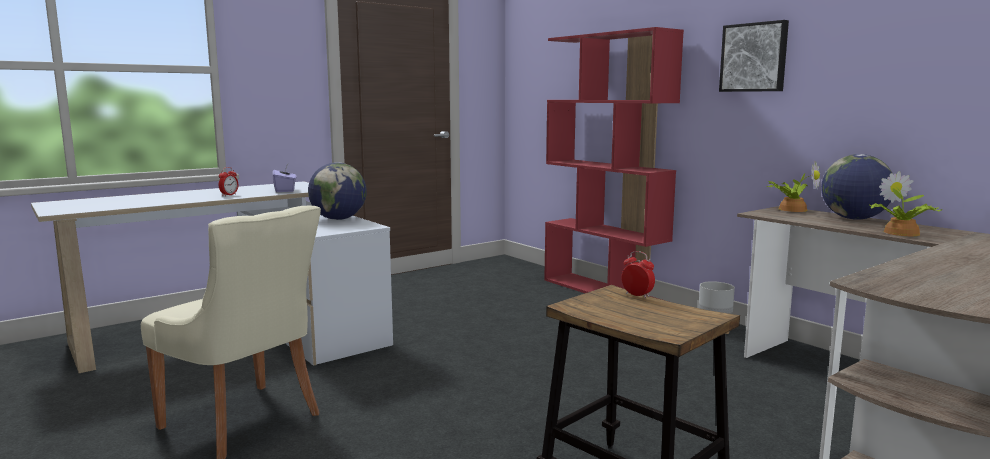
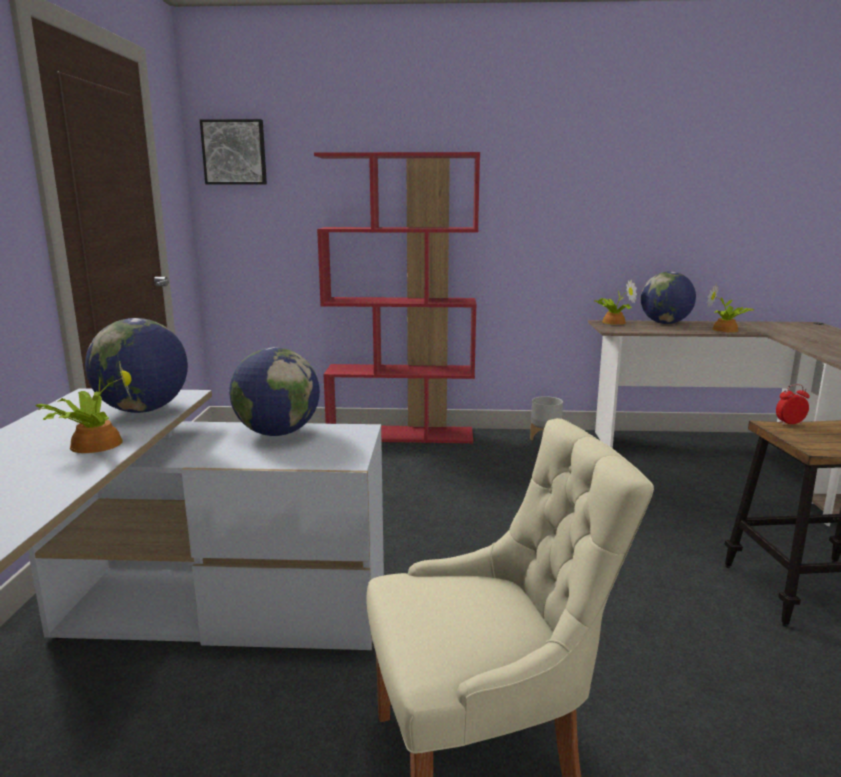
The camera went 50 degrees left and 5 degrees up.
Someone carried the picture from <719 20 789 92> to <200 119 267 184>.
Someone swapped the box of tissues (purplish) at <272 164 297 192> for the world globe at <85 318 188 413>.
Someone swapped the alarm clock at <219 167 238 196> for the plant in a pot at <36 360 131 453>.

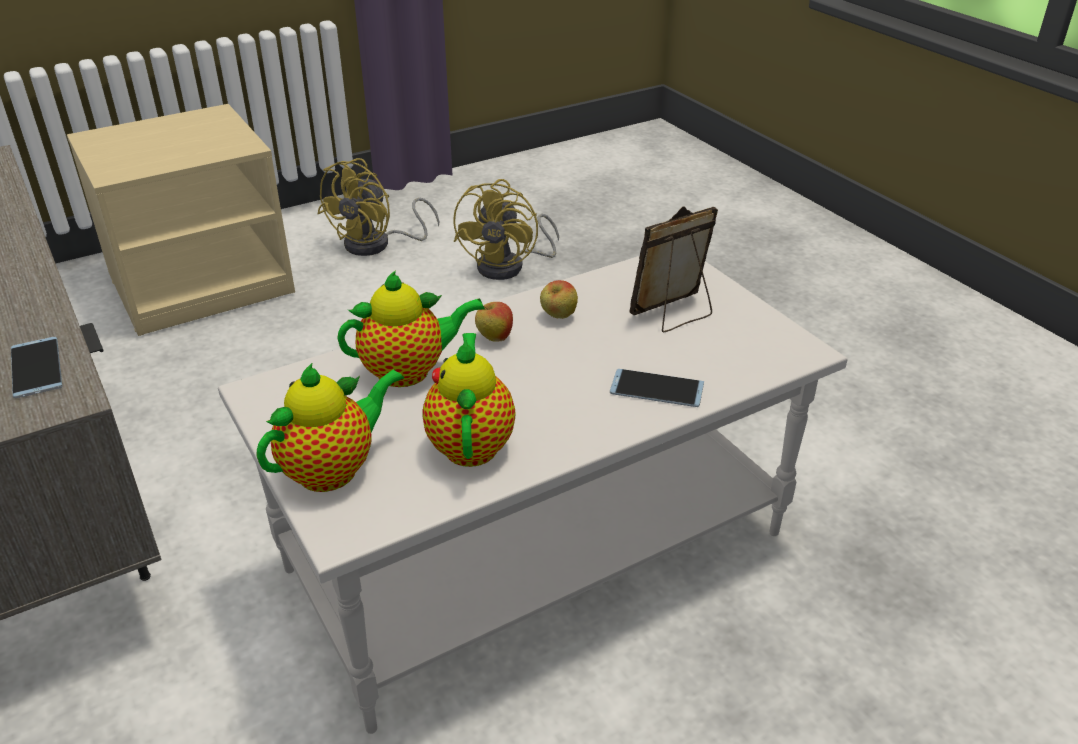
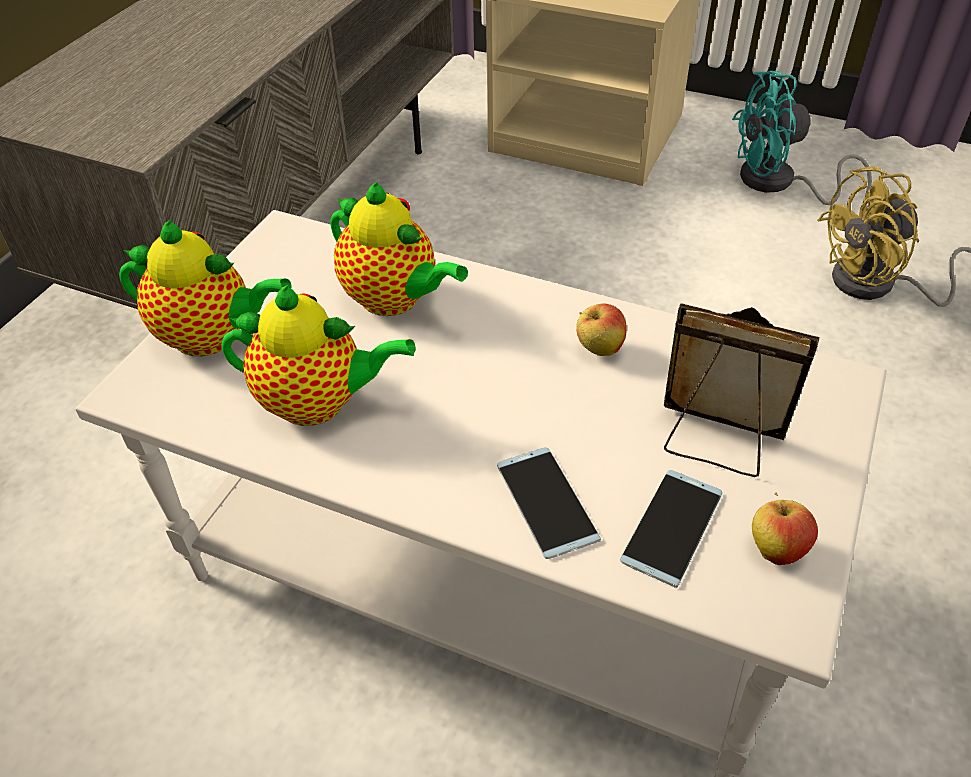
The camera went 55 degrees right and 10 degrees up.
Someone repainted the electric fan (yellow) at <317 158 440 256>, which became the electric fan (blue-green) at <732 71 872 205>.
Someone carried the apple fruit from <475 302 513 341> to <752 492 818 565>.
Someone rotated the teapot at <422 333 516 467> by 45 degrees clockwise.
Someone carried the handset from <11 337 62 398> to <620 470 722 588>.

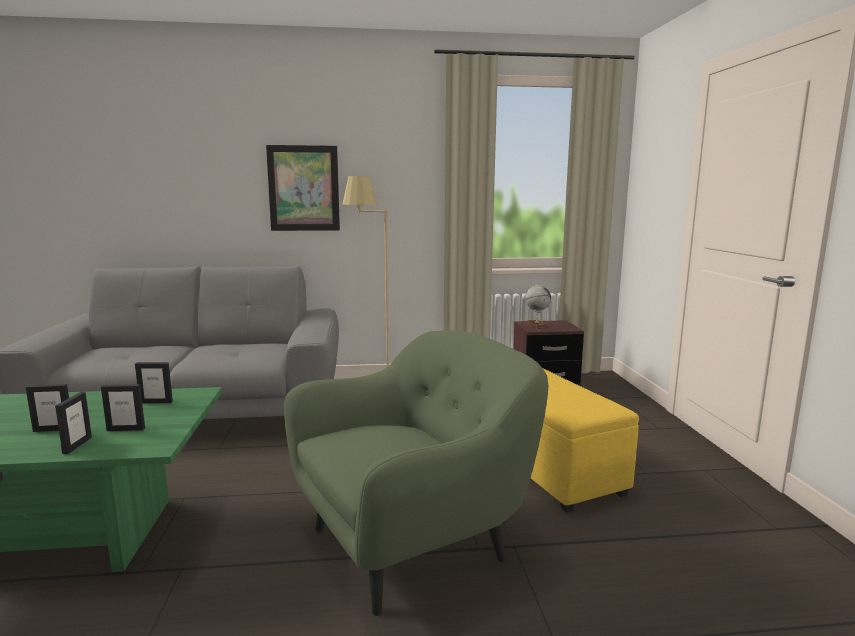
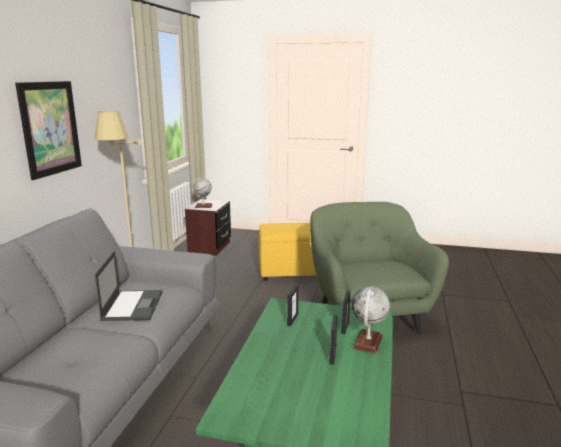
The camera went 70 degrees left and 5 degrees up.
Someone swapped the picture frame at <55 392 92 454> for the world globe at <352 286 390 353>.
Someone put down the laptop at <95 251 162 321>.

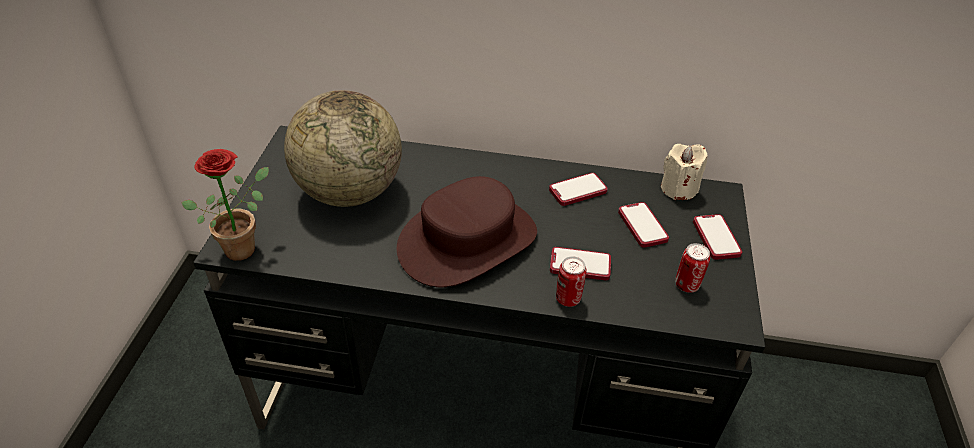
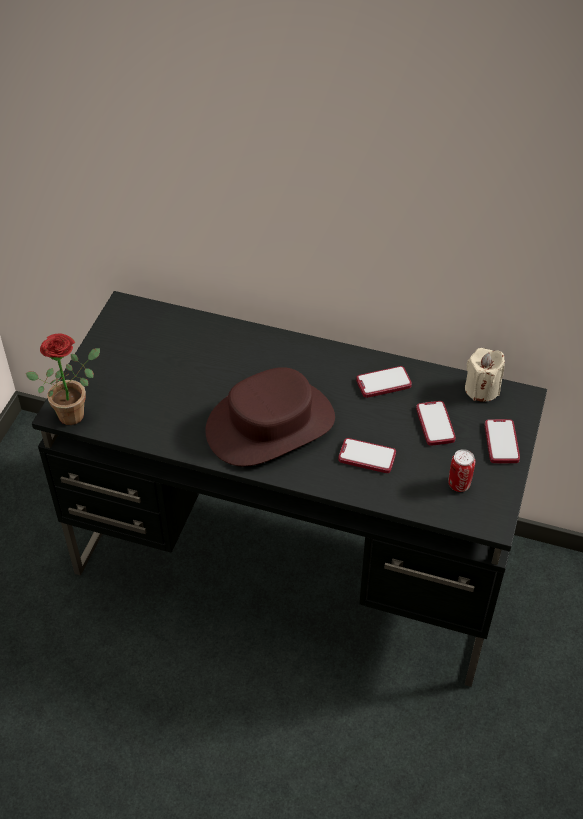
The camera went 10 degrees right and 5 degrees up.
Someone took away the world globe at <284 90 402 207>.
Someone took away the sealed can at <556 256 587 307>.

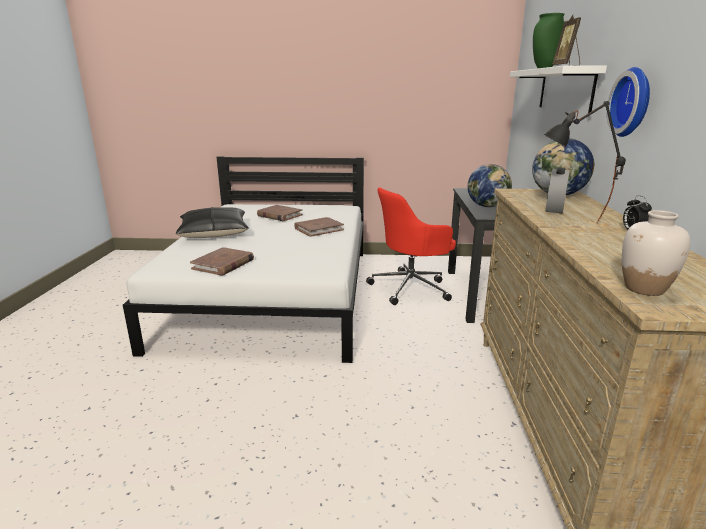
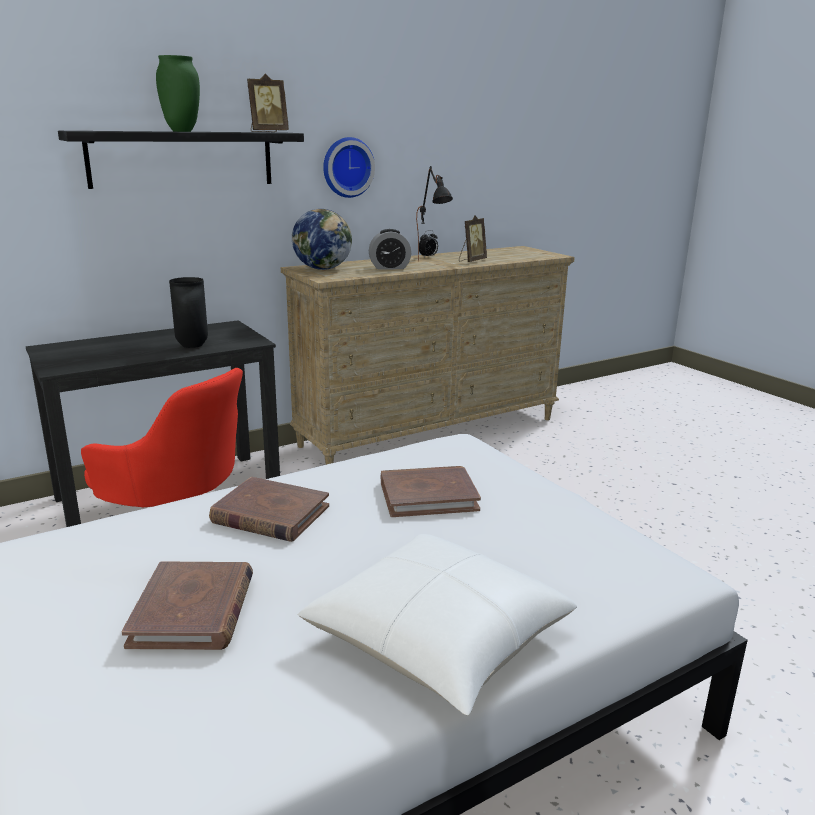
The camera went 125 degrees left and 0 degrees up.
Someone repainted the shelf (whitish) at <510 66 607 113>, which became the shelf (blackish) at <58 131 304 189>.
Someone swapped the world globe at <467 164 512 207> for the vase (blackish) at <169 277 208 348>.
Someone repainted the throw pillow (blackish) at <176 207 249 238>, which became the throw pillow (whitish) at <298 534 577 715>.
Someone took away the vase (whitish) at <622 210 690 296>.
Someone carried the book (brownish) from <190 247 254 275> to <381 466 481 517>.
Someone put down the picture frame at <459 215 487 262>.

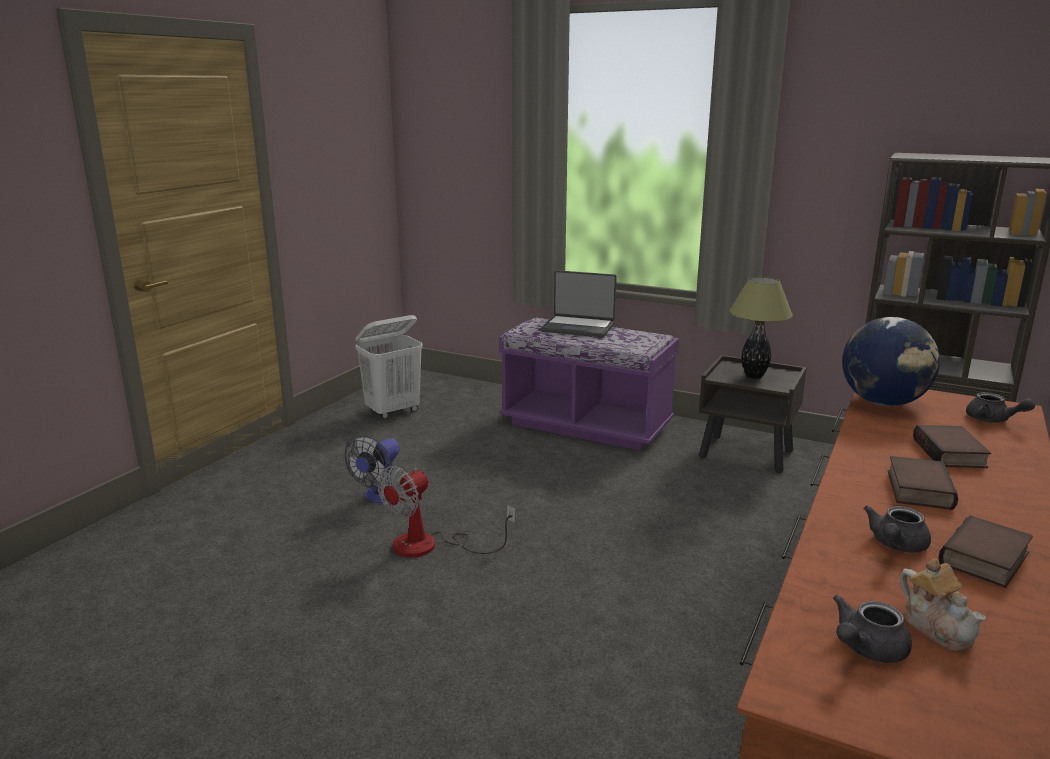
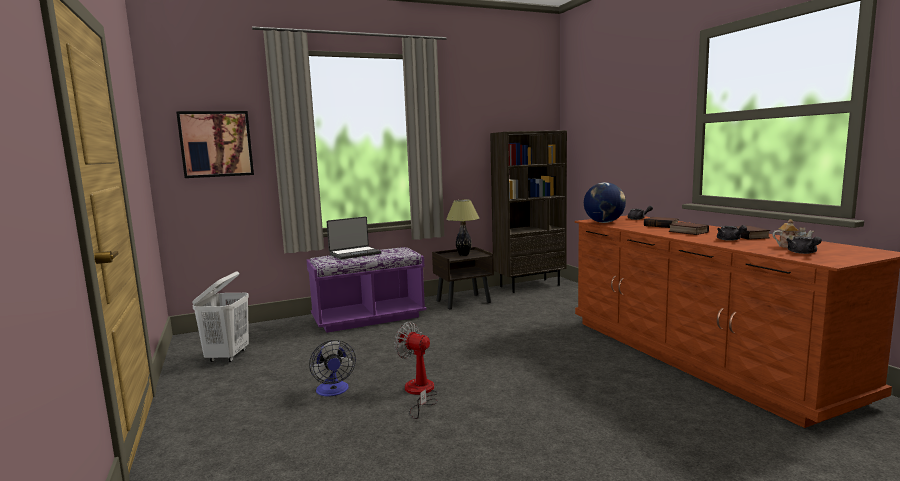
The camera went 50 degrees left and 10 degrees down.
Someone rotated the electric fan at <377 466 516 557> by 135 degrees clockwise.
Someone put up the picture at <176 111 254 178>.

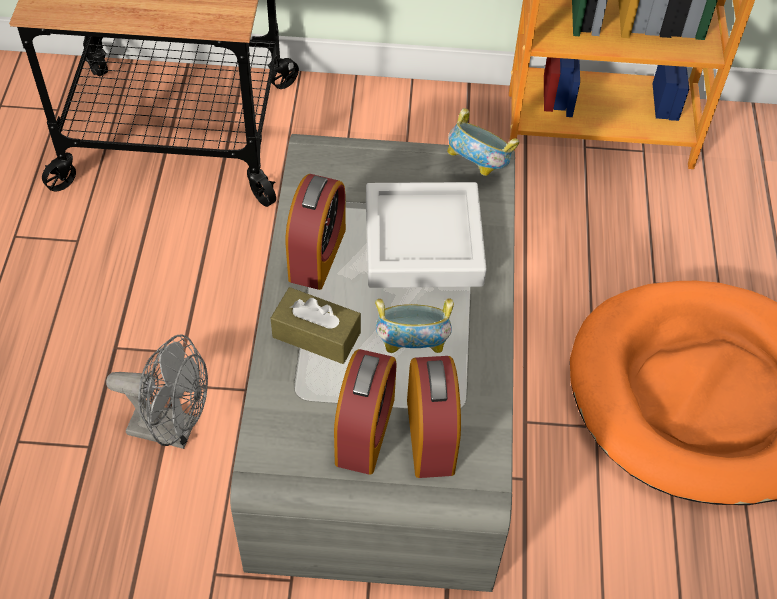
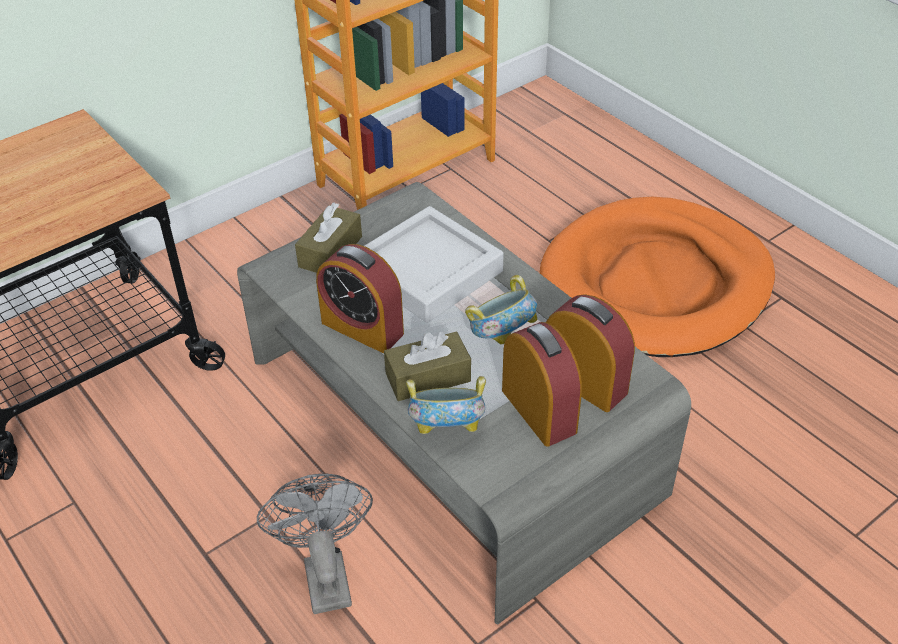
The camera went 40 degrees left and 10 degrees down.
Someone carried the deep dish from <447 108 519 176> to <406 376 486 434>.
Someone rotated the alarm clock at <286 174 346 290> by 150 degrees clockwise.
Someone rotated the electric fan (gray) at <106 334 208 449> by 75 degrees counterclockwise.
Someone put down the box of tissues (brownish) at <295 202 362 273>.

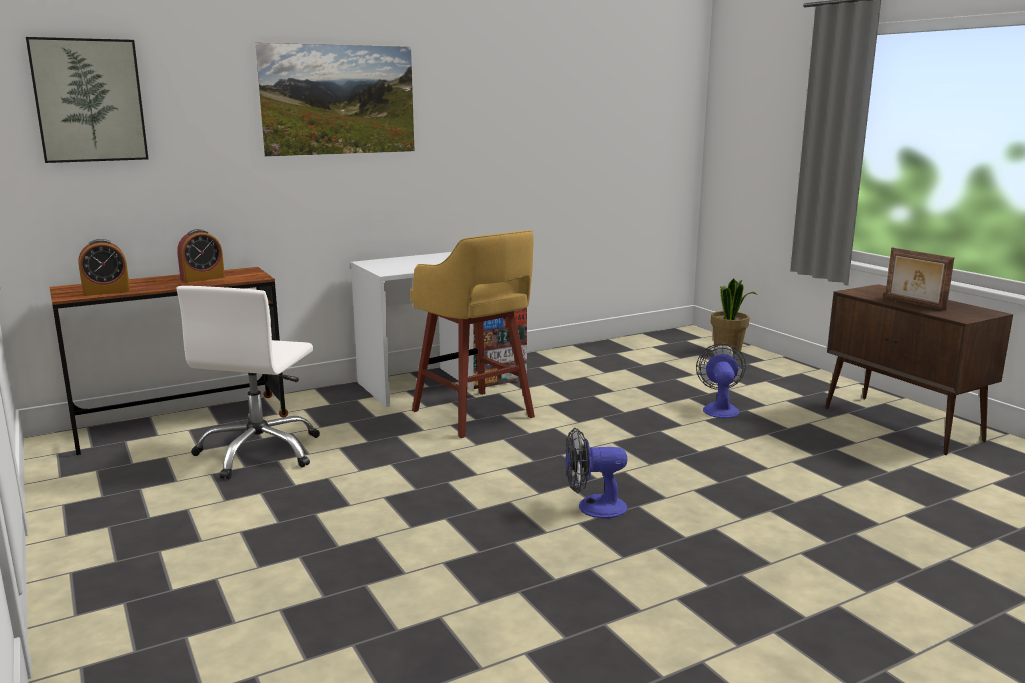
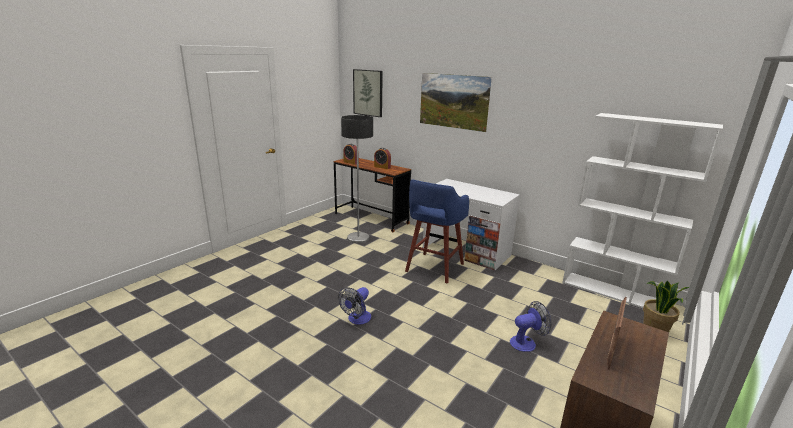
The camera went 65 degrees right and 5 degrees up.
Someone repainted the sitting stool (yellow) at <410 230 535 438>, which became the sitting stool (bluish) at <405 180 469 284>.
Someone swapped the office chair (whitish) at <177 286 320 479> for the floor lamp at <341 115 373 243>.
Someone rotated the electric fan at <565 428 627 519> by 120 degrees counterclockwise.
Someone put down the shelving unit (whitish) at <562 113 723 308>.

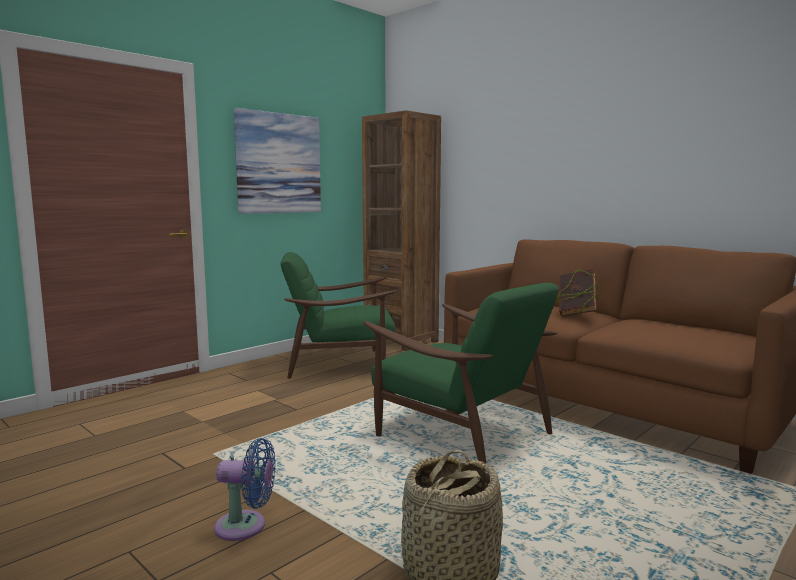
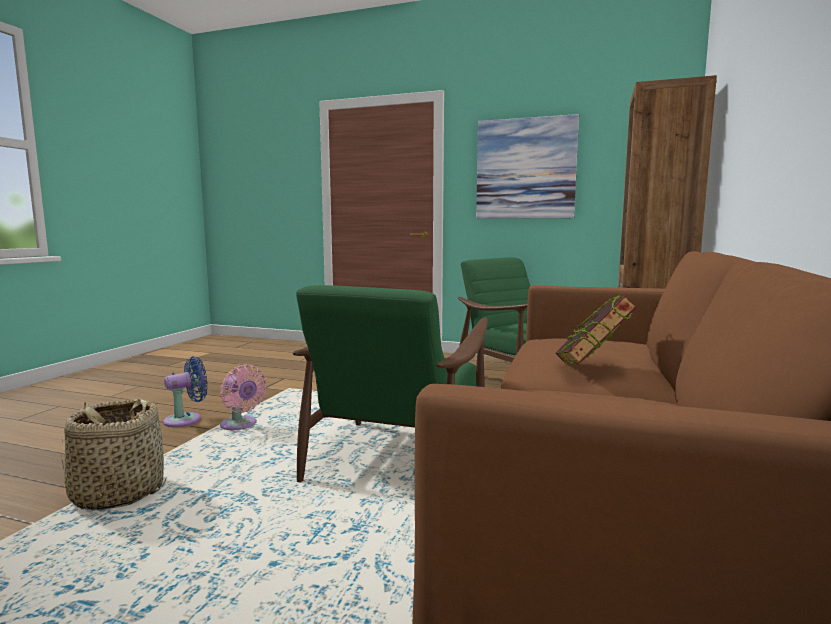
The camera went 65 degrees right and 0 degrees up.
Someone rotated the electric fan (bluish) at <214 438 275 541> by 105 degrees counterclockwise.
Someone put down the electric fan (pink-coloured) at <220 364 267 430>.

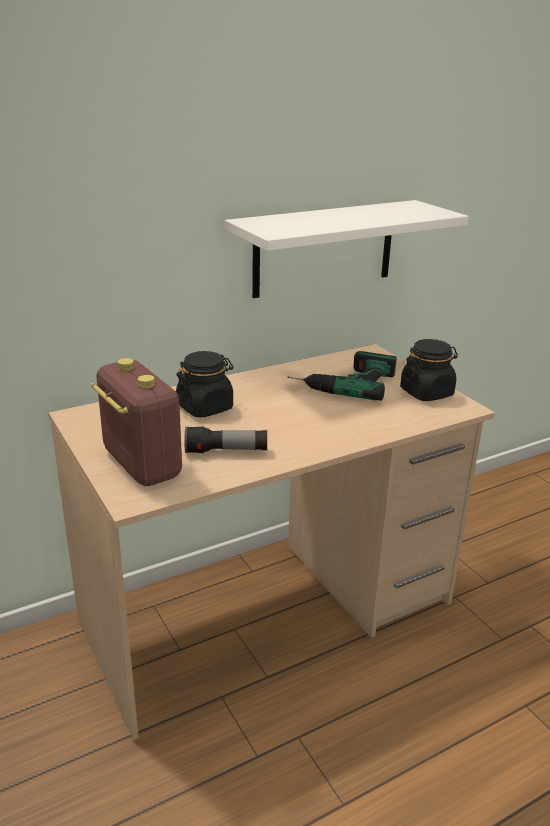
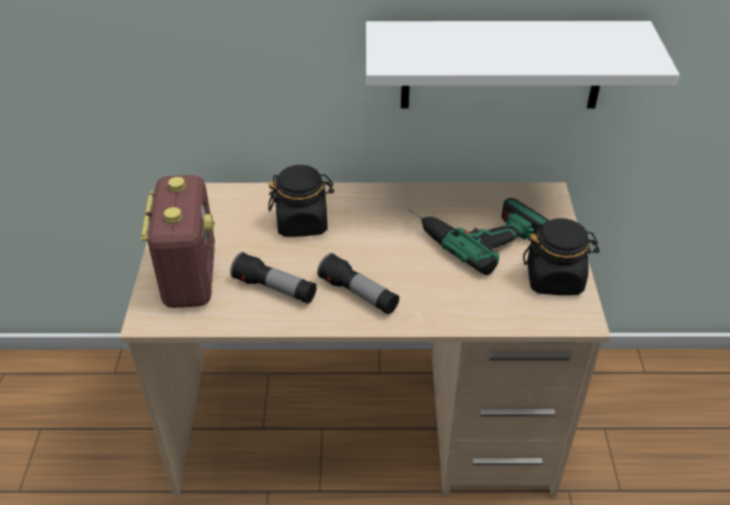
The camera went 30 degrees right and 15 degrees up.
Someone put down the torch at <317 253 399 314>.

